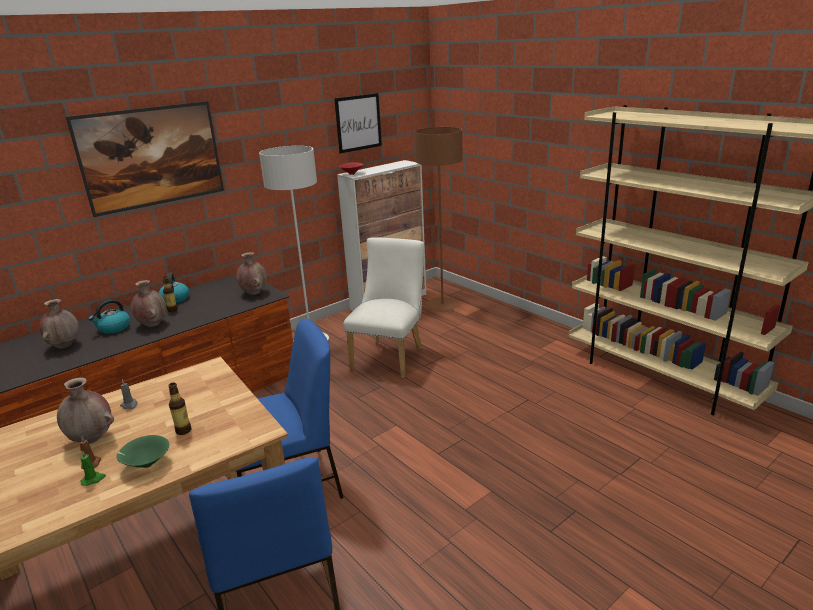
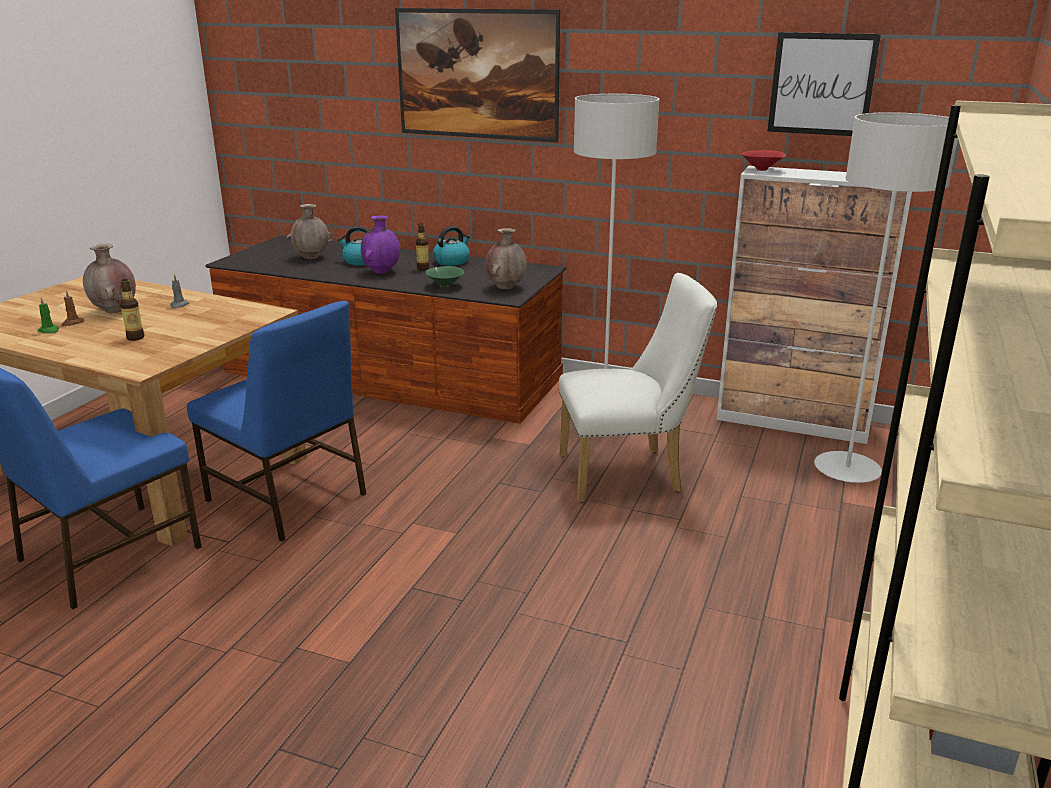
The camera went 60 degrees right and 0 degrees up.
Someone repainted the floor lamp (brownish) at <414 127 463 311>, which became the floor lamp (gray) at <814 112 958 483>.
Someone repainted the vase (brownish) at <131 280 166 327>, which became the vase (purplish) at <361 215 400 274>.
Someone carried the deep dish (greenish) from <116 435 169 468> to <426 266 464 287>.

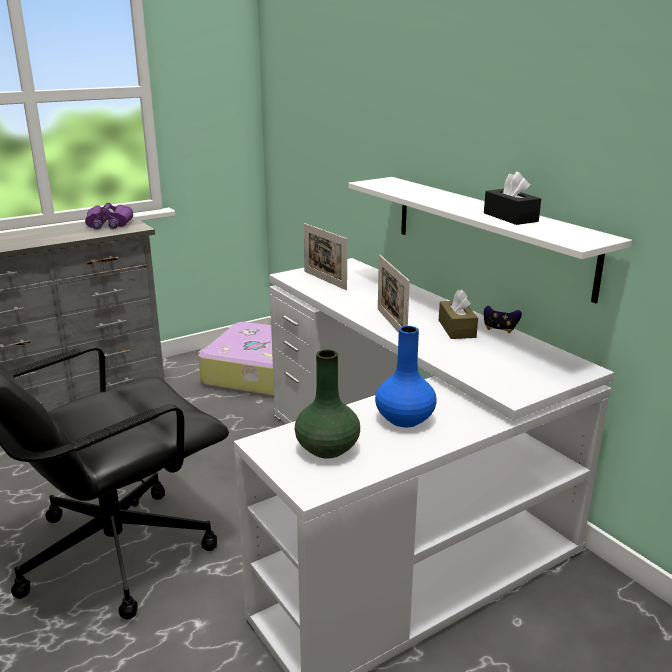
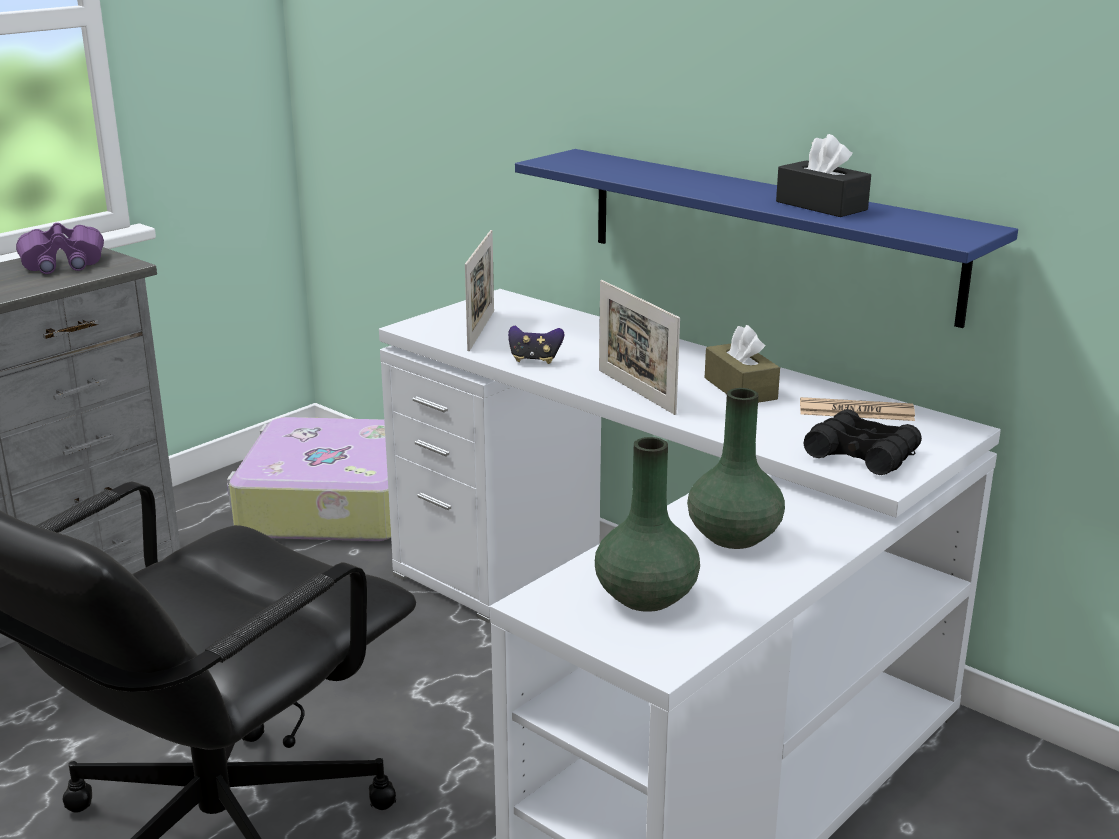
The camera went 15 degrees left and 0 degrees up.
Someone repainted the shelf (whitish) at <348 177 632 303>, which became the shelf (bluish) at <515 149 1018 328>.
Someone rotated the picture frame at <304 223 347 290> by 120 degrees counterclockwise.
Someone carried the game controller from <484 306 522 333> to <508 325 564 364>.
Someone repainted the vase (bluish) at <375 326 437 427>, which became the vase (greenish) at <687 388 785 549>.
Someone put down the newspaper at <800 397 915 421>.
Someone put down the pair of binoculars (blackish) at <804 409 922 475>.

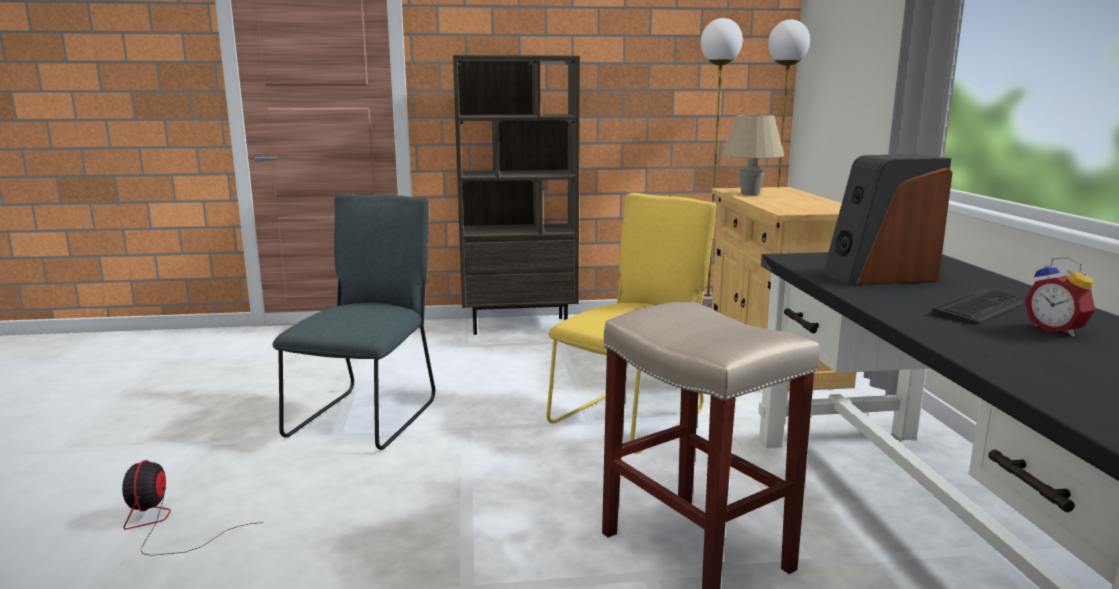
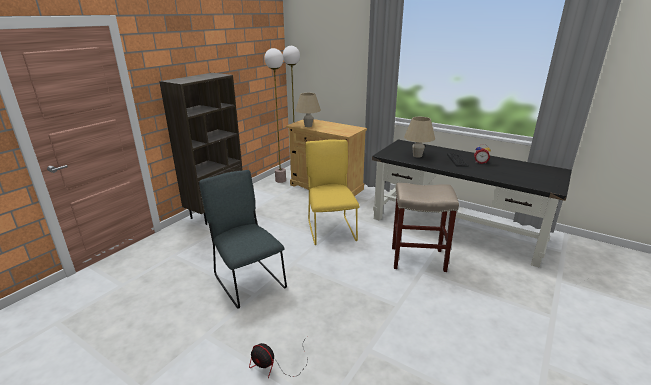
The camera went 50 degrees left and 10 degrees up.
Someone swapped the speaker at <823 154 952 285> for the tabletop lamp (beige) at <404 117 435 158>.

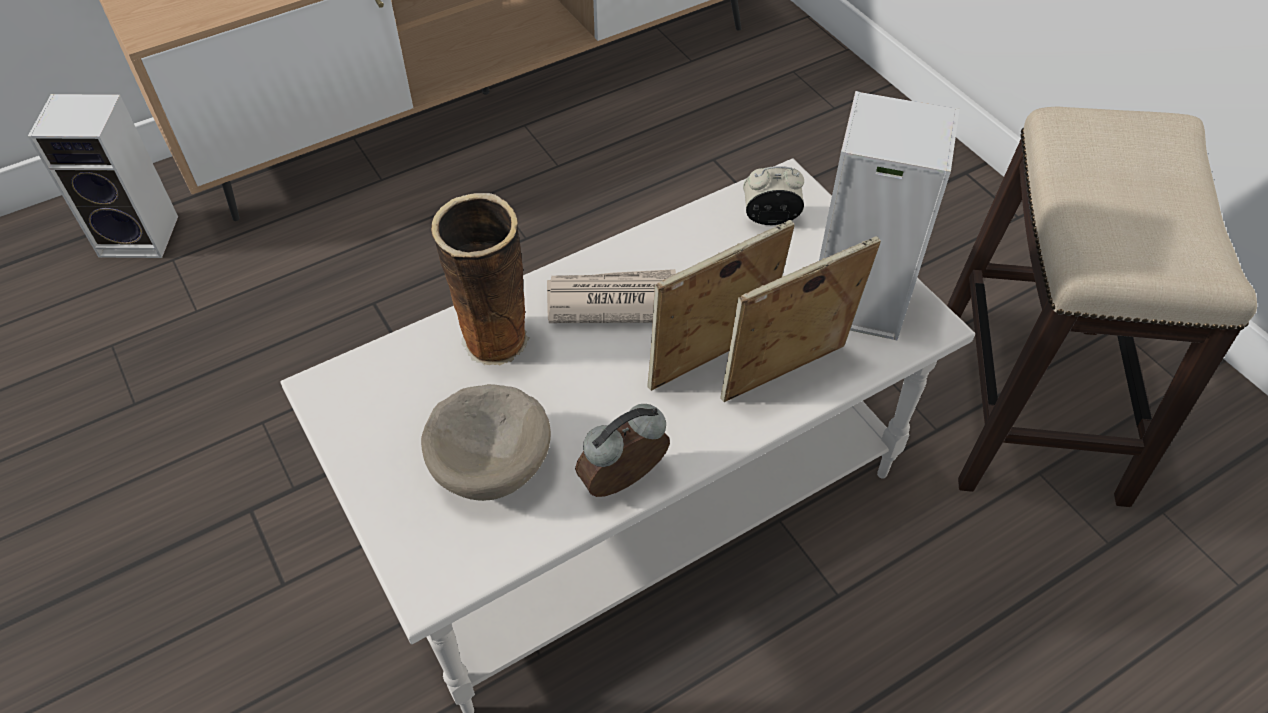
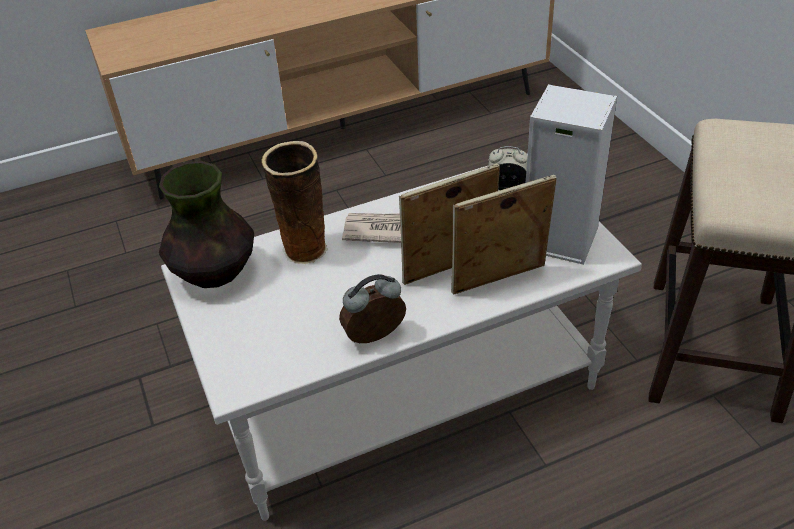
The camera went 10 degrees right and 10 degrees down.
Someone took away the speaker at <28 94 178 258>.
Someone took away the deep dish (beige) at <421 384 551 501>.
Someone put down the vase at <159 161 254 288>.

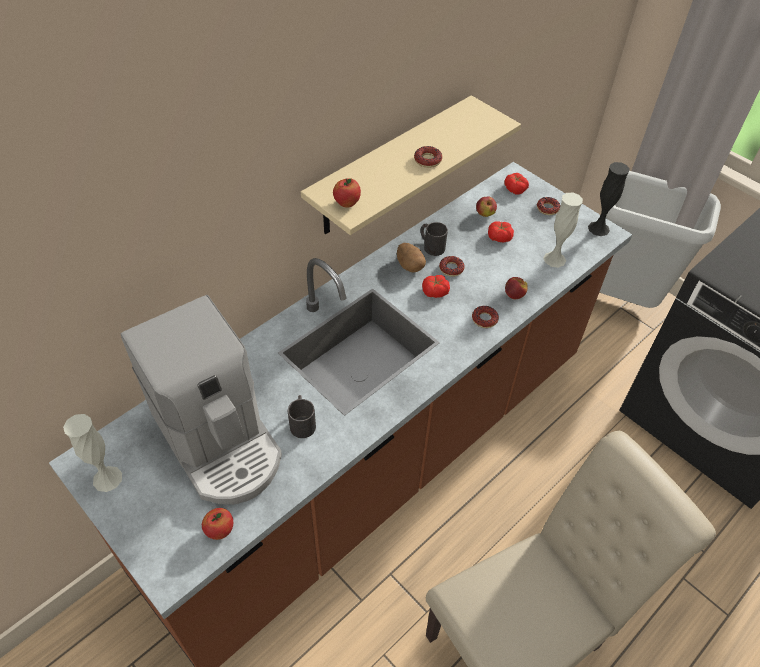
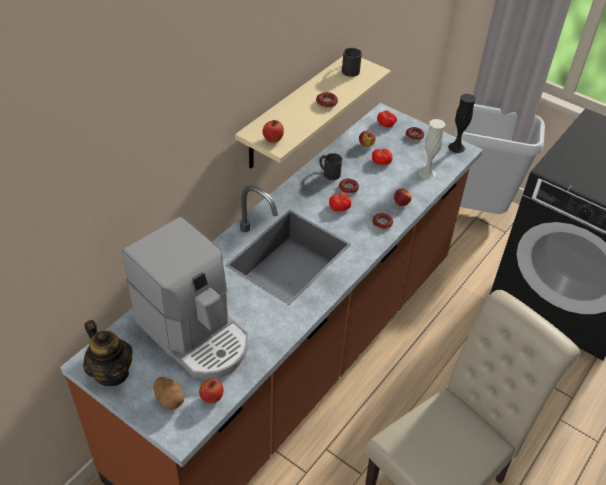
The camera went 10 degrees left and 5 degrees down.
Someone carried the spud from <397 243 426 273> to <154 377 184 409>.
Someone carried the tea mug (blackish) from <288 395 316 438> to <342 48 362 77>.
Someone swapped the vase (whitish) at <63 414 122 492> for the teapot at <83 320 133 386>.

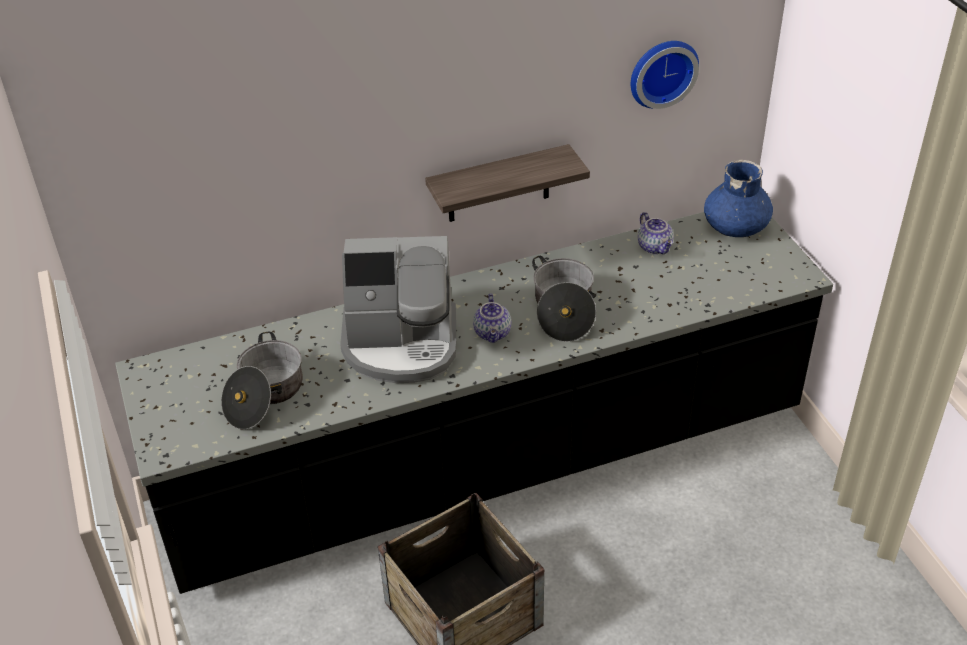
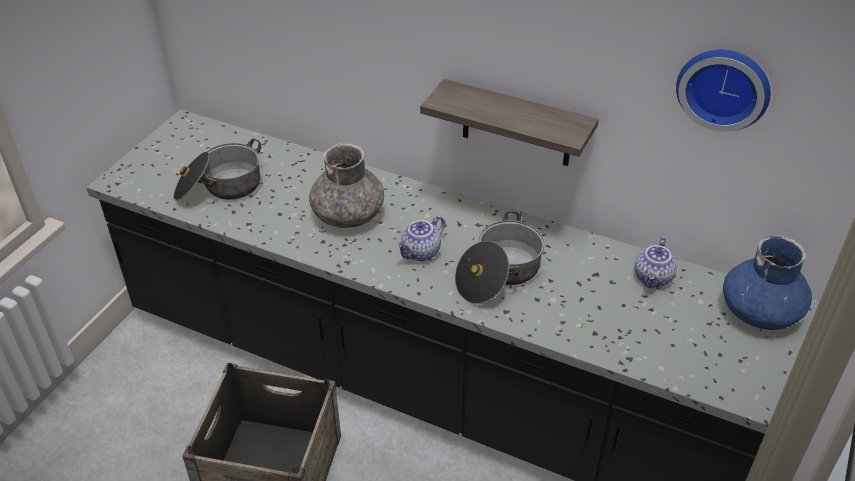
The camera went 45 degrees right and 0 degrees up.
Someone swapped the coffee machine at <340 236 457 383> for the vase (gray) at <309 143 384 228>.

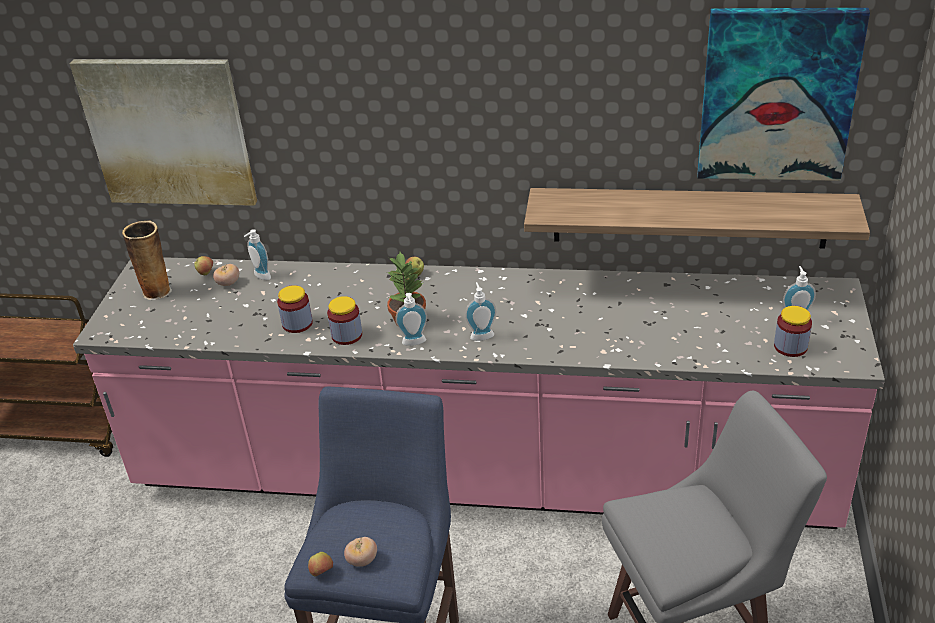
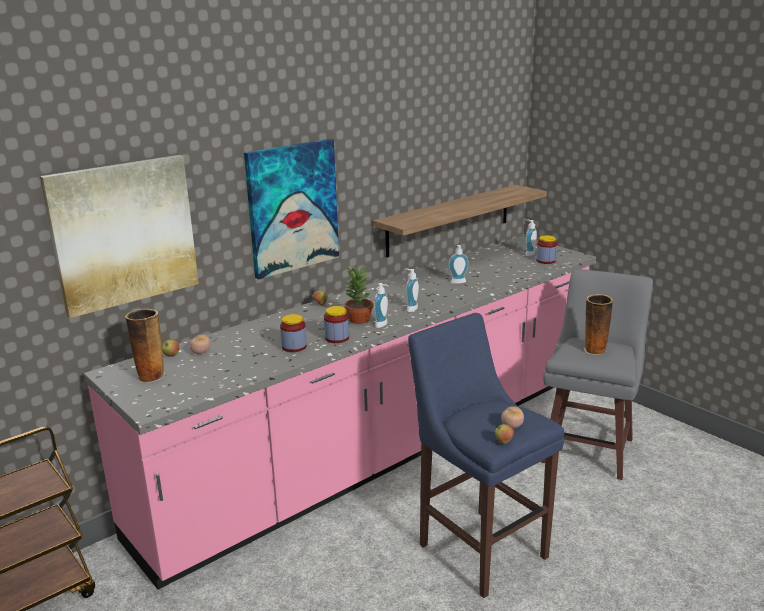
The camera went 50 degrees left and 15 degrees down.
Someone carried the picture from <697 8 870 181> to <244 139 339 279>.
Someone carried the liquid soap bottle from <244 229 271 280> to <449 245 469 284>.
Someone put down the vase at <584 294 613 355>.

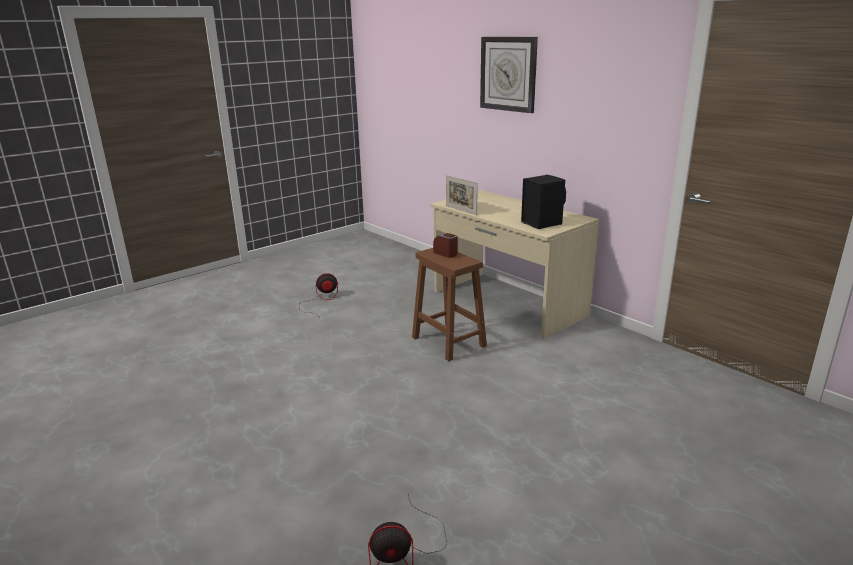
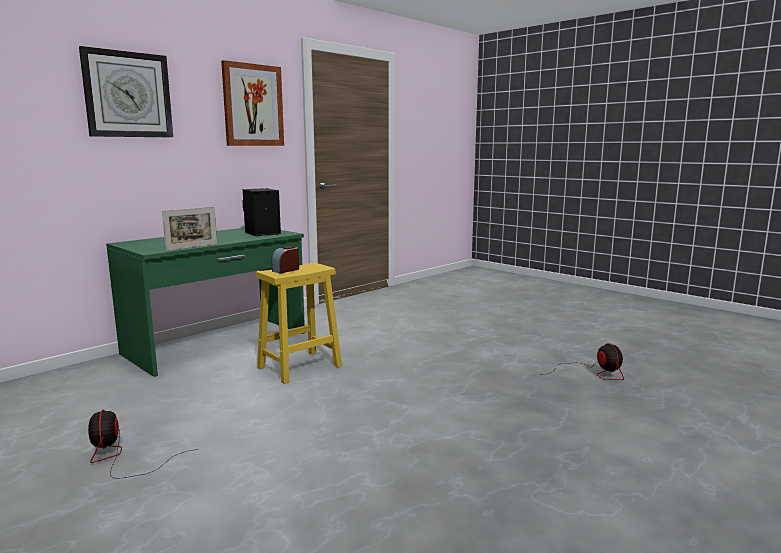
The camera went 95 degrees left and 10 degrees down.
Someone repainted the desk table (beige) at <430 190 599 339>, which became the desk table (greenish) at <106 228 305 377>.
Someone repainted the sitting stool (brownish) at <412 248 487 361>, which became the sitting stool (yellow) at <256 263 342 384>.
Someone put up the picture at <221 60 284 146>.

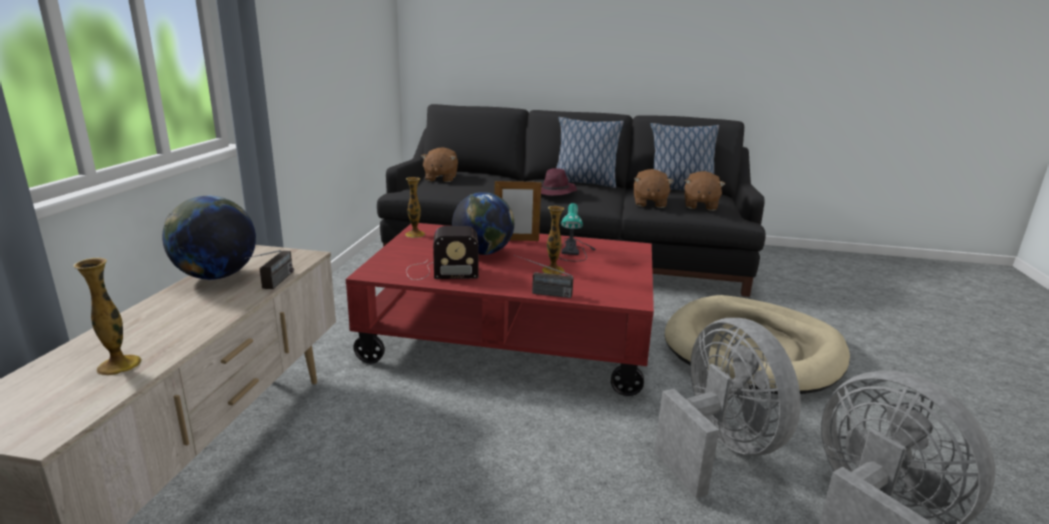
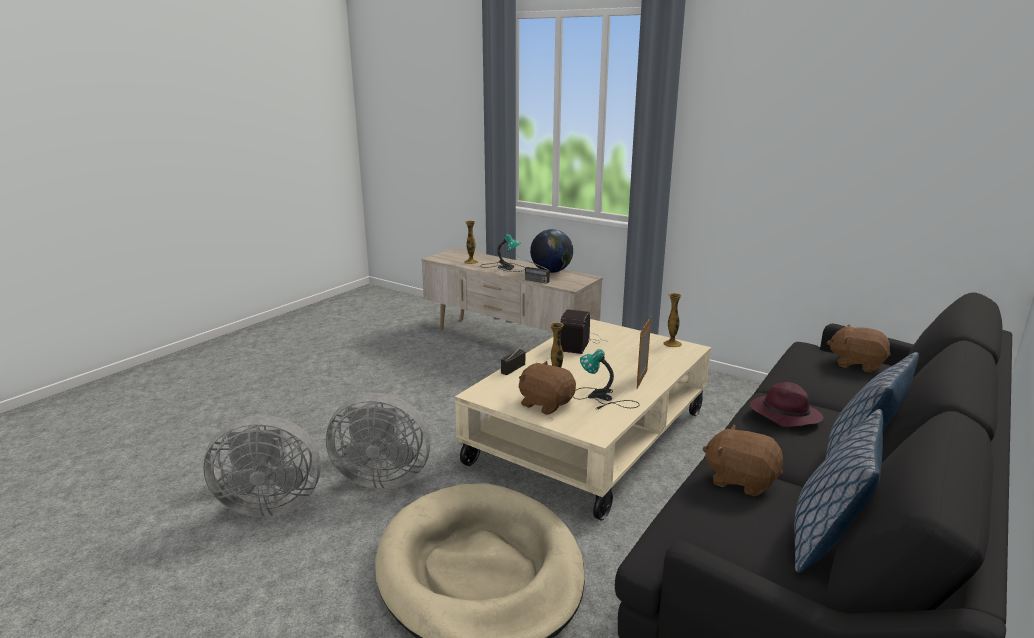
The camera went 115 degrees right and 0 degrees up.
Someone carried the cuddly toy (brownish) from <685 171 725 211> to <519 361 576 415>.
Someone took away the world globe at <452 192 514 255>.
Someone repainted the coffee table (reddish) at <346 223 654 396>, which became the coffee table (beige) at <455 319 711 520>.
Someone put down the tabletop lamp at <480 234 525 272>.

